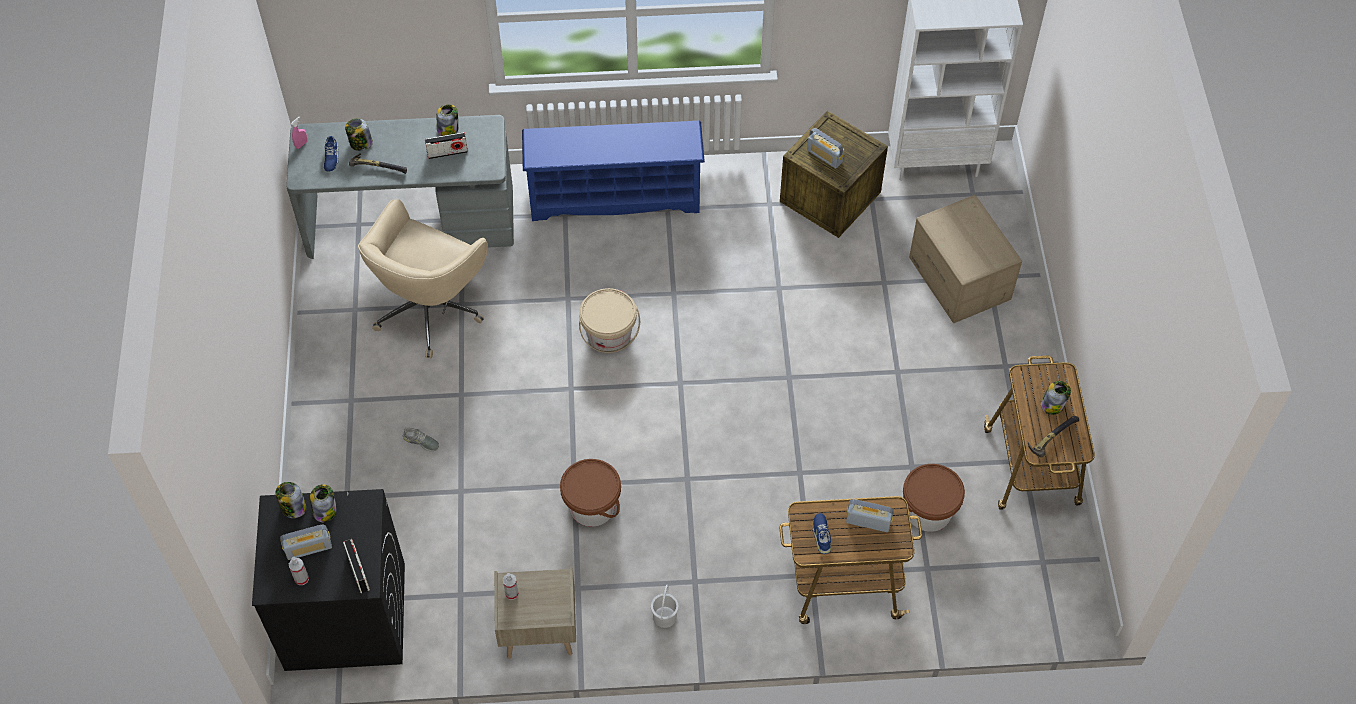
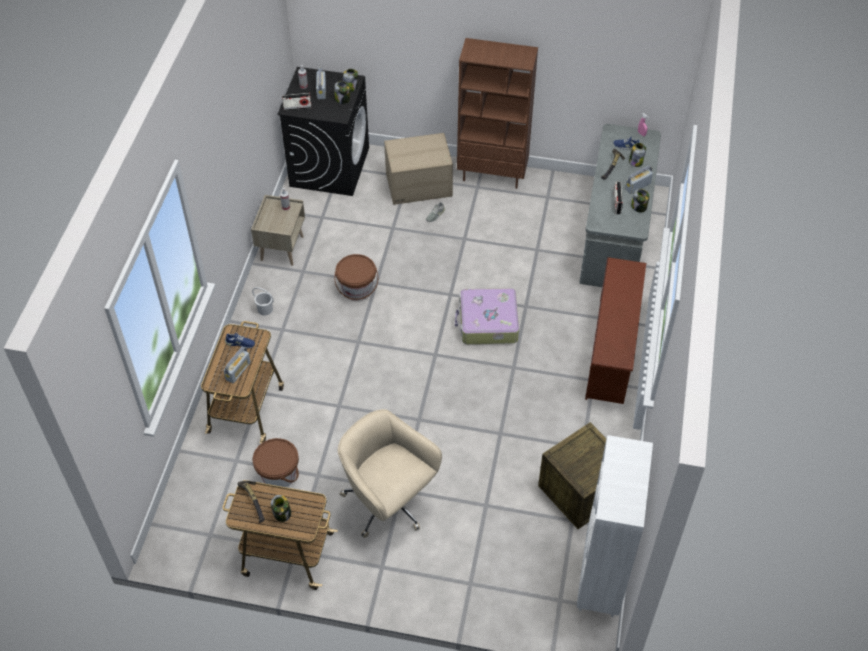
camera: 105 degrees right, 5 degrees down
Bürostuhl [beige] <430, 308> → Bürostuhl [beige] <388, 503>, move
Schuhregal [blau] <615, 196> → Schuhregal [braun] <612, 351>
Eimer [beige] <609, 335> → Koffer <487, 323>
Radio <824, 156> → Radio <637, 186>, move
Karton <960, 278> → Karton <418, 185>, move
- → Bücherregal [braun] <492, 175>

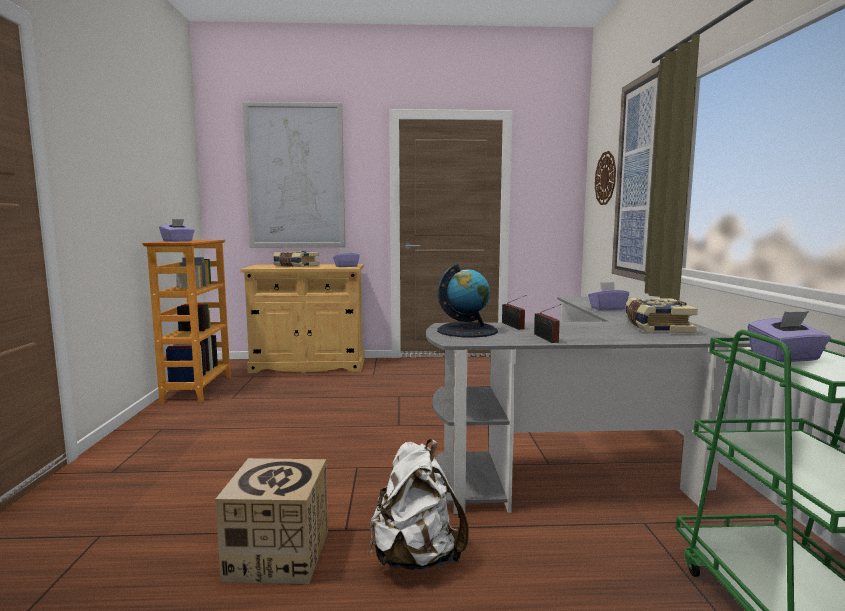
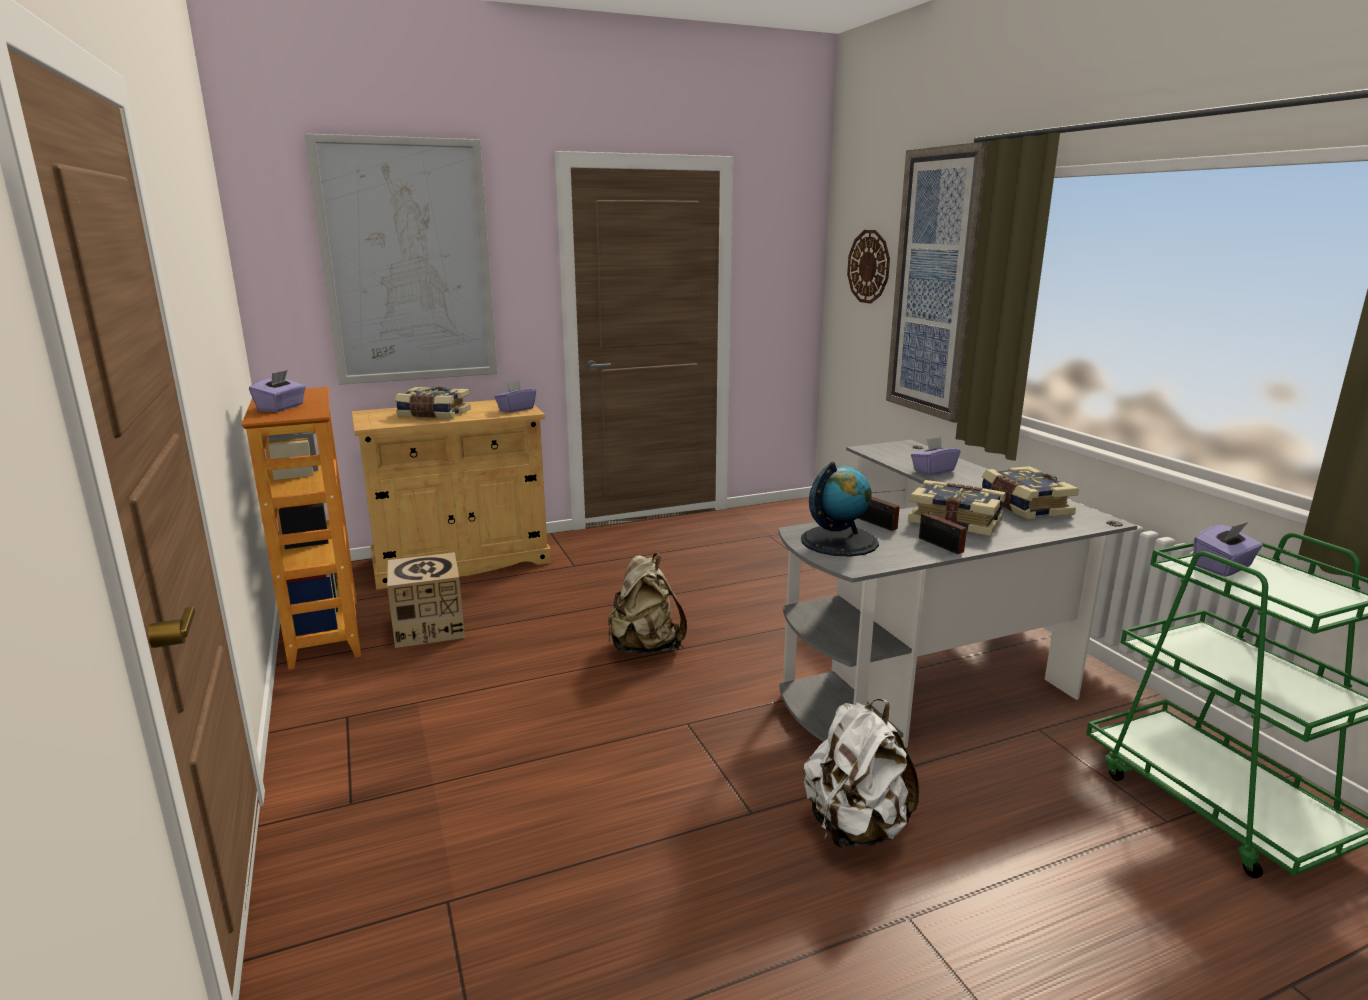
camera: 20 degrees left, 10 degrees up
Karton <278, 555> → Karton <429, 627>, move
- → Rucksack [beige] <645, 647>
- → Buch <955, 521>

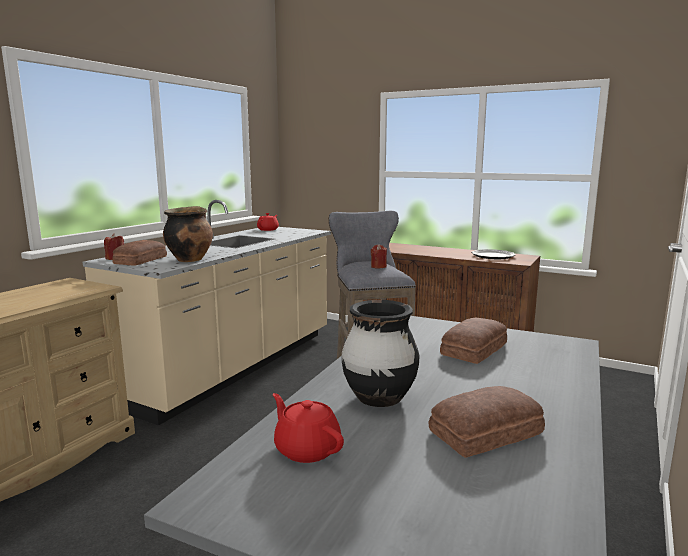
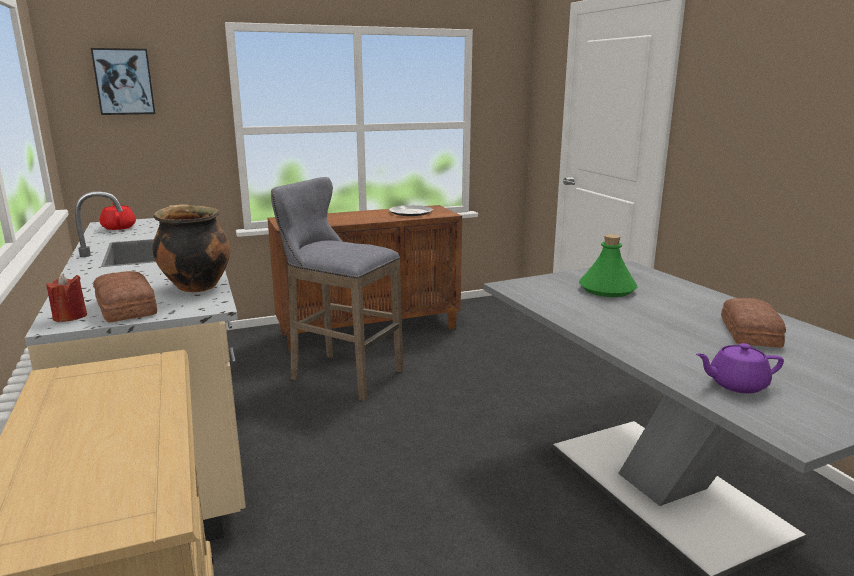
camera: 50 degrees left, 5 degrees up
Teekanne [rot] <307, 449> → Teekanne [lila] <736, 384>
Vase [schwarz] <379, 398> → -
Kerze [rot] <378, 266> → -
Brot <476, 349> → Flasche [grün] <607, 289>
- → Bild <124, 81>

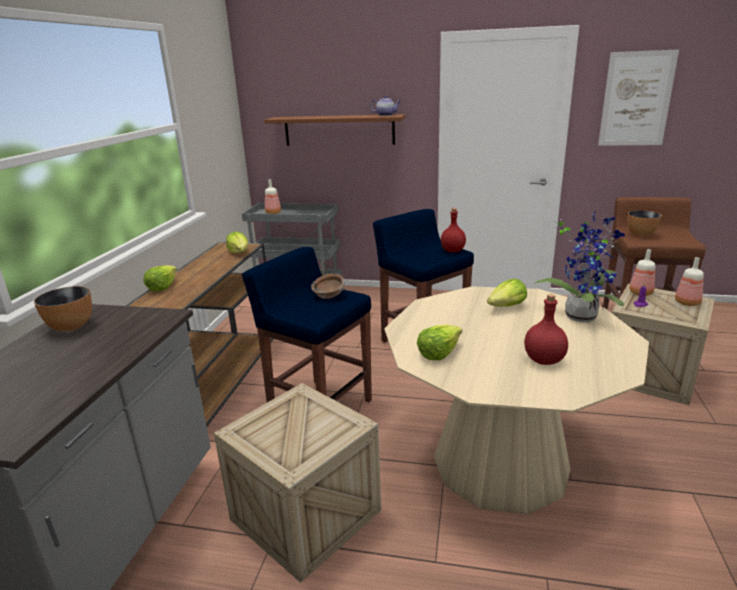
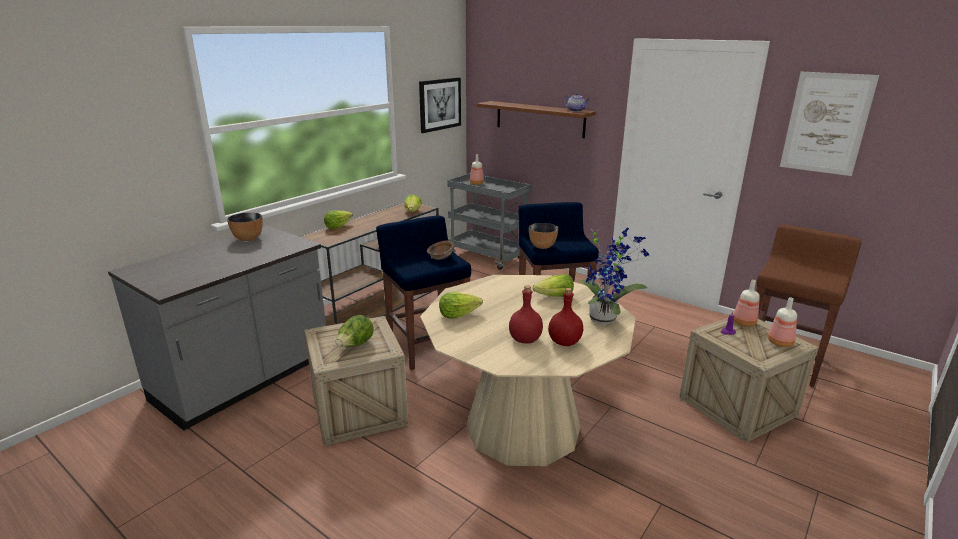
camera: 25 degrees right, 0 degrees up
Flasche [rot] <452, 251> → Flasche [rot] <564, 342>, move
Schüssel <640, 234> → Schüssel <542, 246>, move
- → Salatkopf <355, 345>
- → Bild <439, 104>

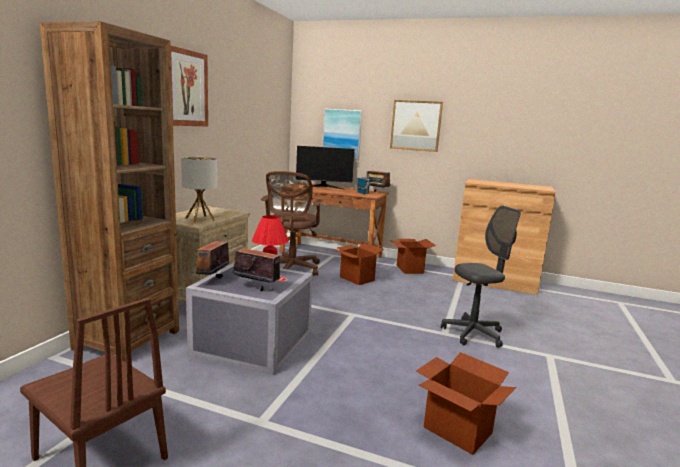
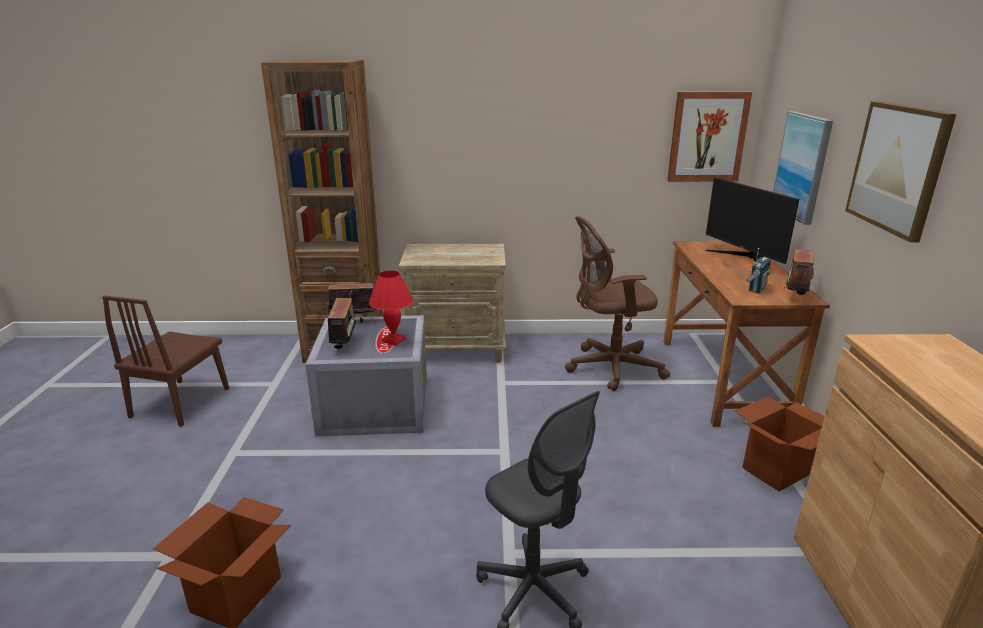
camera: 70 degrees right, 10 degrees up
Bild <185, 88> → Bild <707, 137>, move
Tischlampe <200, 219> → -
Karton <356, 279> → -

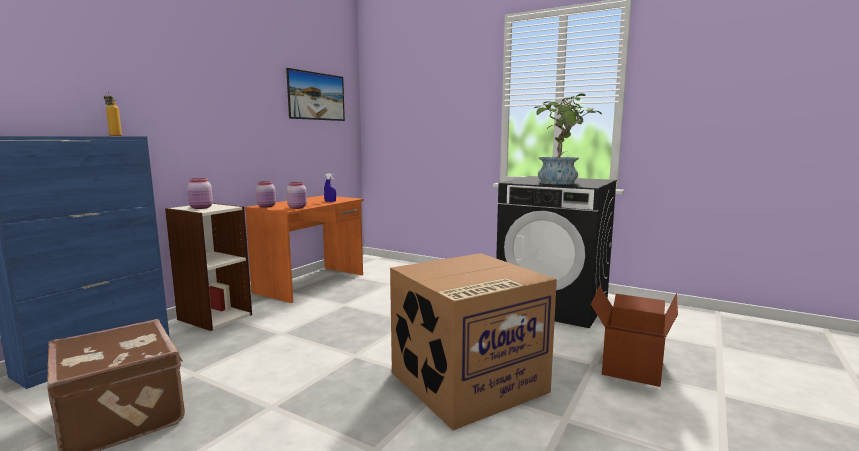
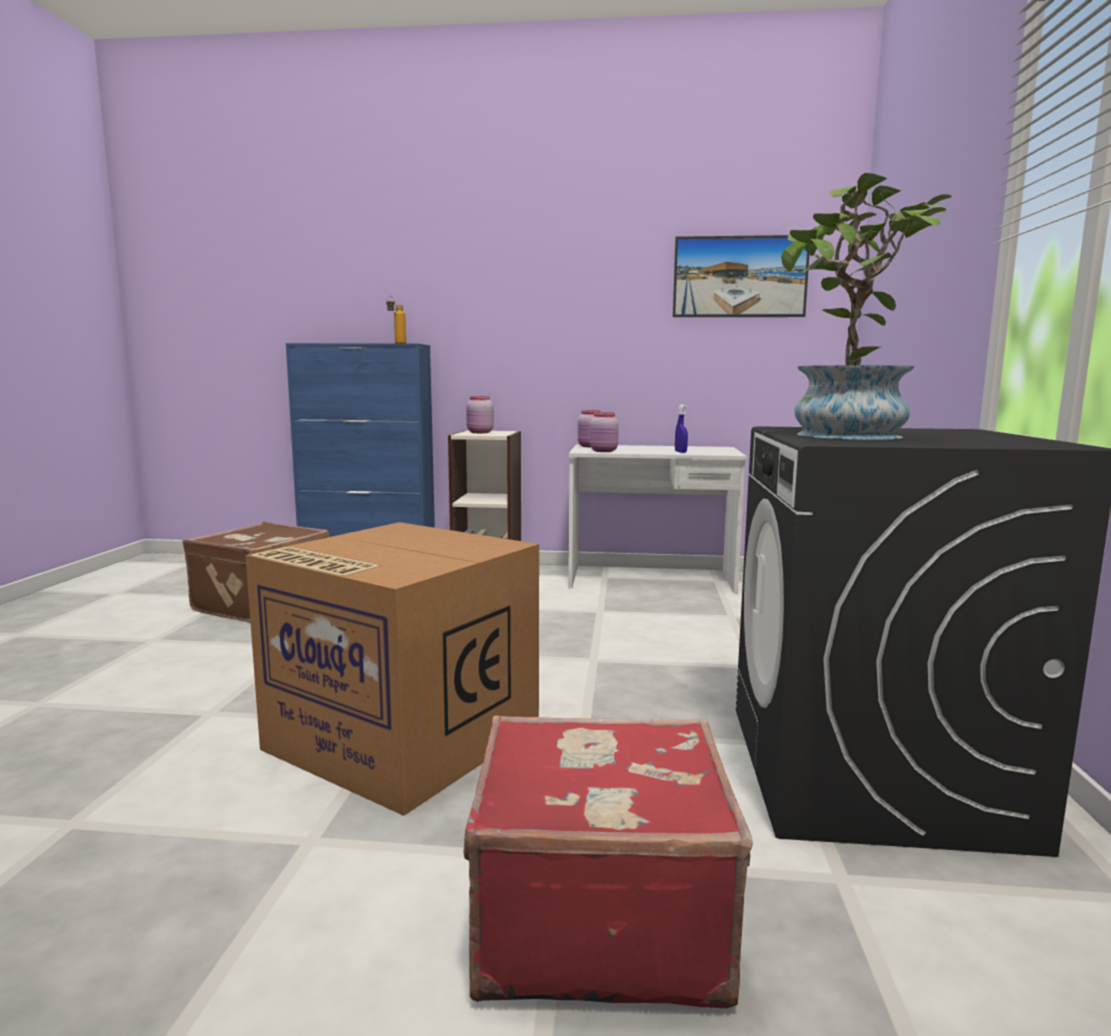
camera: 65 degrees right, 0 degrees up
Schreibtisch [orange] <312, 283> → Schreibtisch [weiß] <651, 579>
Karton <630, 366> → Koffer [rot] <597, 918>

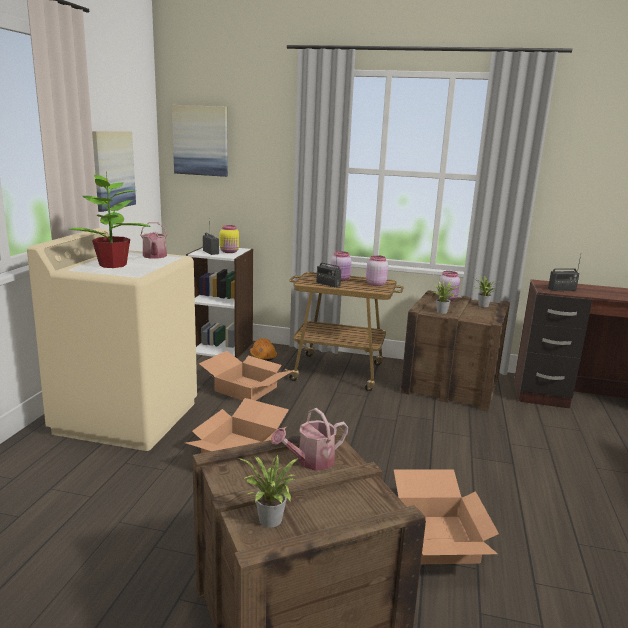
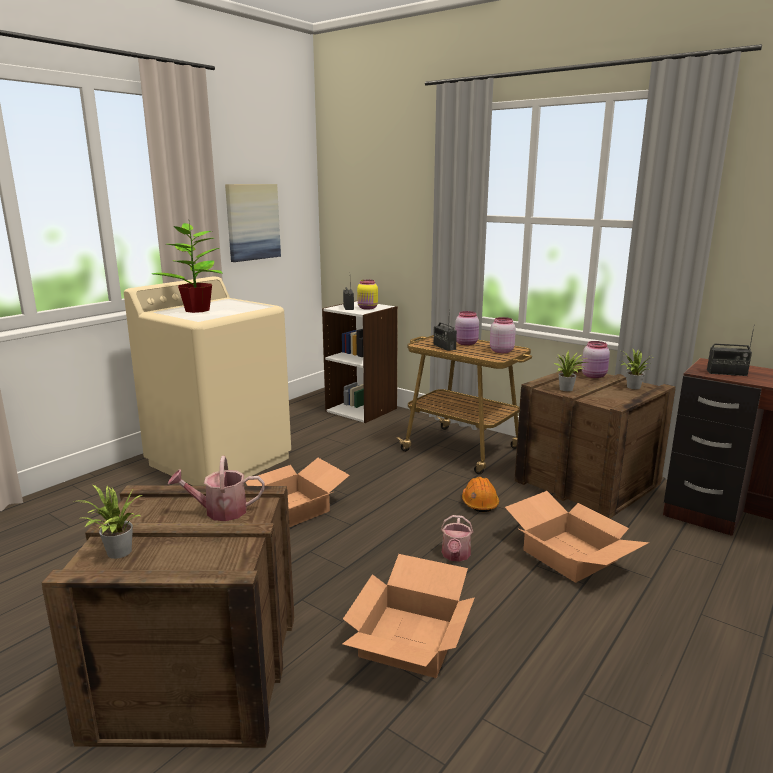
camera: 25 degrees right, 0 degrees up
Gießkanne <154, 256> → Gießkanne <455, 556>, move
Bild <201, 140> → -
Karton <245, 389> → Karton <568, 555>, move
Schutzhelm [orange] <263, 356> → Schutzhelm [orange] <479, 503>, move

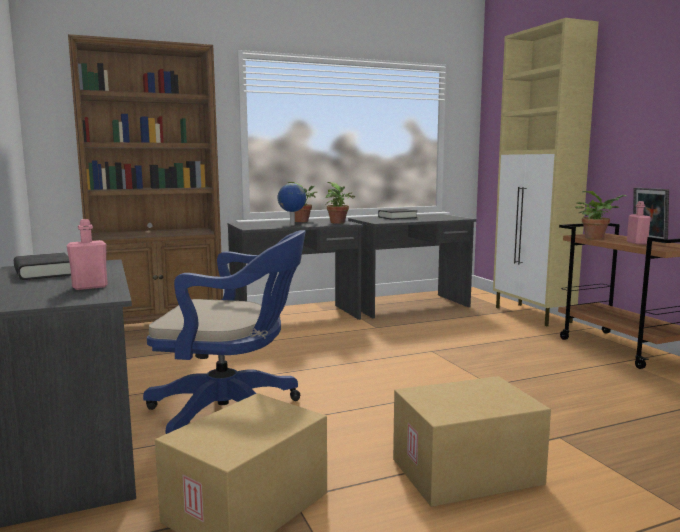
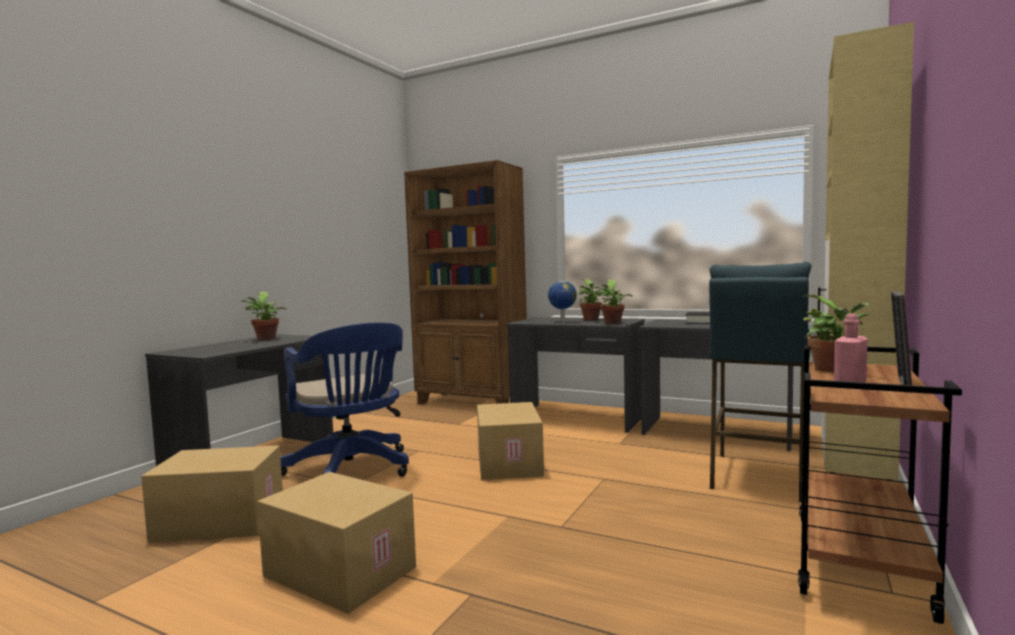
camera: 50 degrees right, 5 degrees down
Buch [schwarz] <43, 272> → Topfpflanze <266, 339>
Flasche [rosa] <90, 287> → -
- → Karton <510, 463>
- → Hocker [blau] <757, 476>

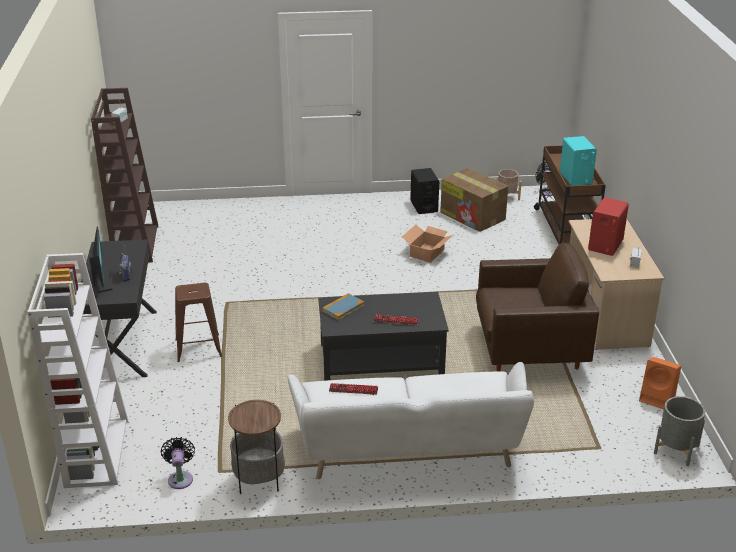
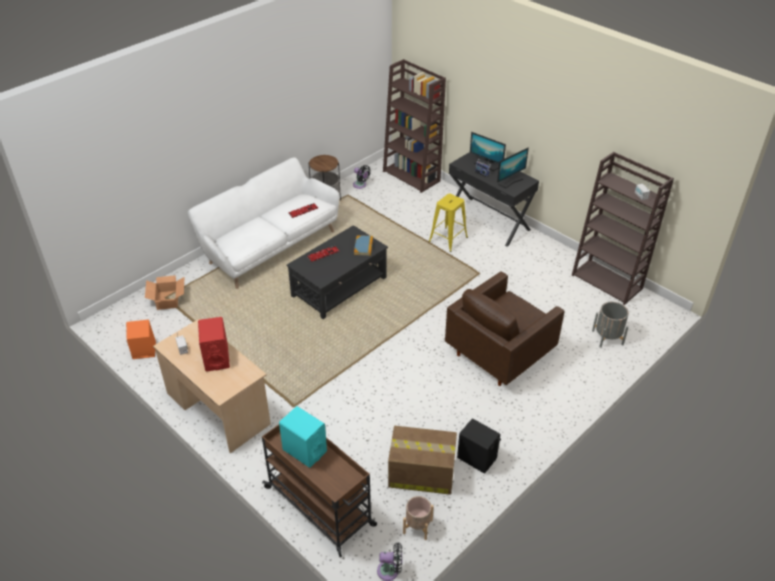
camera: 140 degrees right, 10 degrees up
Bücherregal [weiß] <96, 452> → Bücherregal [braun] <412, 176>
Hocker [braun] <198, 348> → Hocker [gelb] <448, 239>
Karton <427, 253> → Karton <167, 300>, move
Sessel [braun] <529, 350> → Sessel [braun] <500, 353>, move
Pflanzkübel [grau] <676, 449> → Pflanzkübel [grau] <607, 337>, move
- → Monitor <510, 181>

